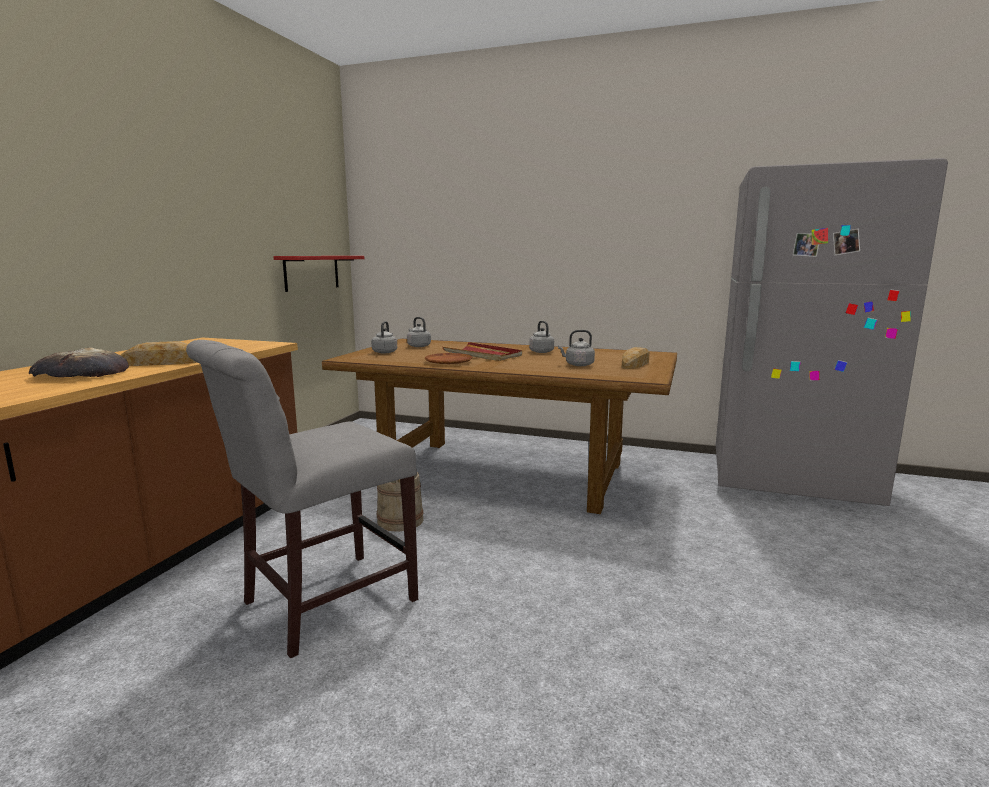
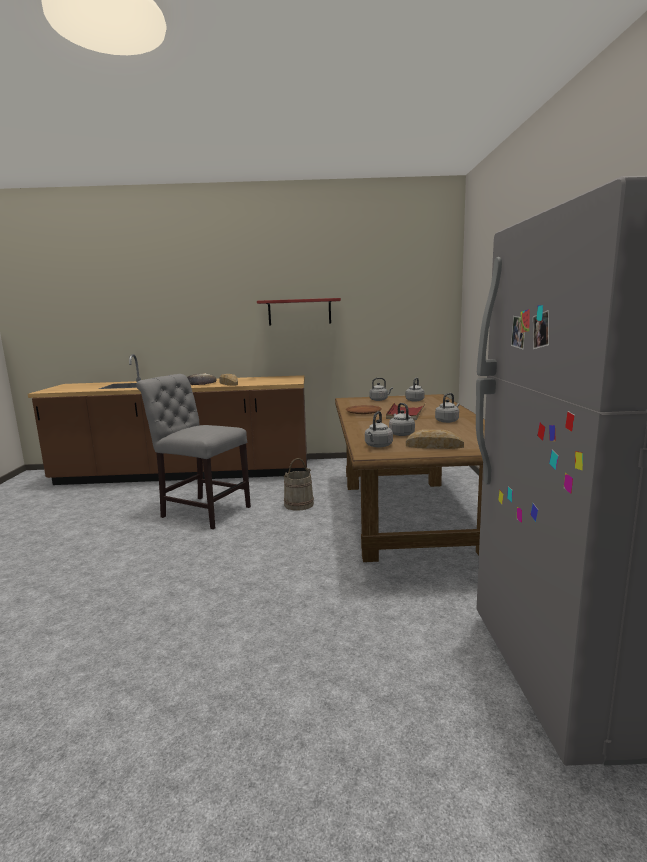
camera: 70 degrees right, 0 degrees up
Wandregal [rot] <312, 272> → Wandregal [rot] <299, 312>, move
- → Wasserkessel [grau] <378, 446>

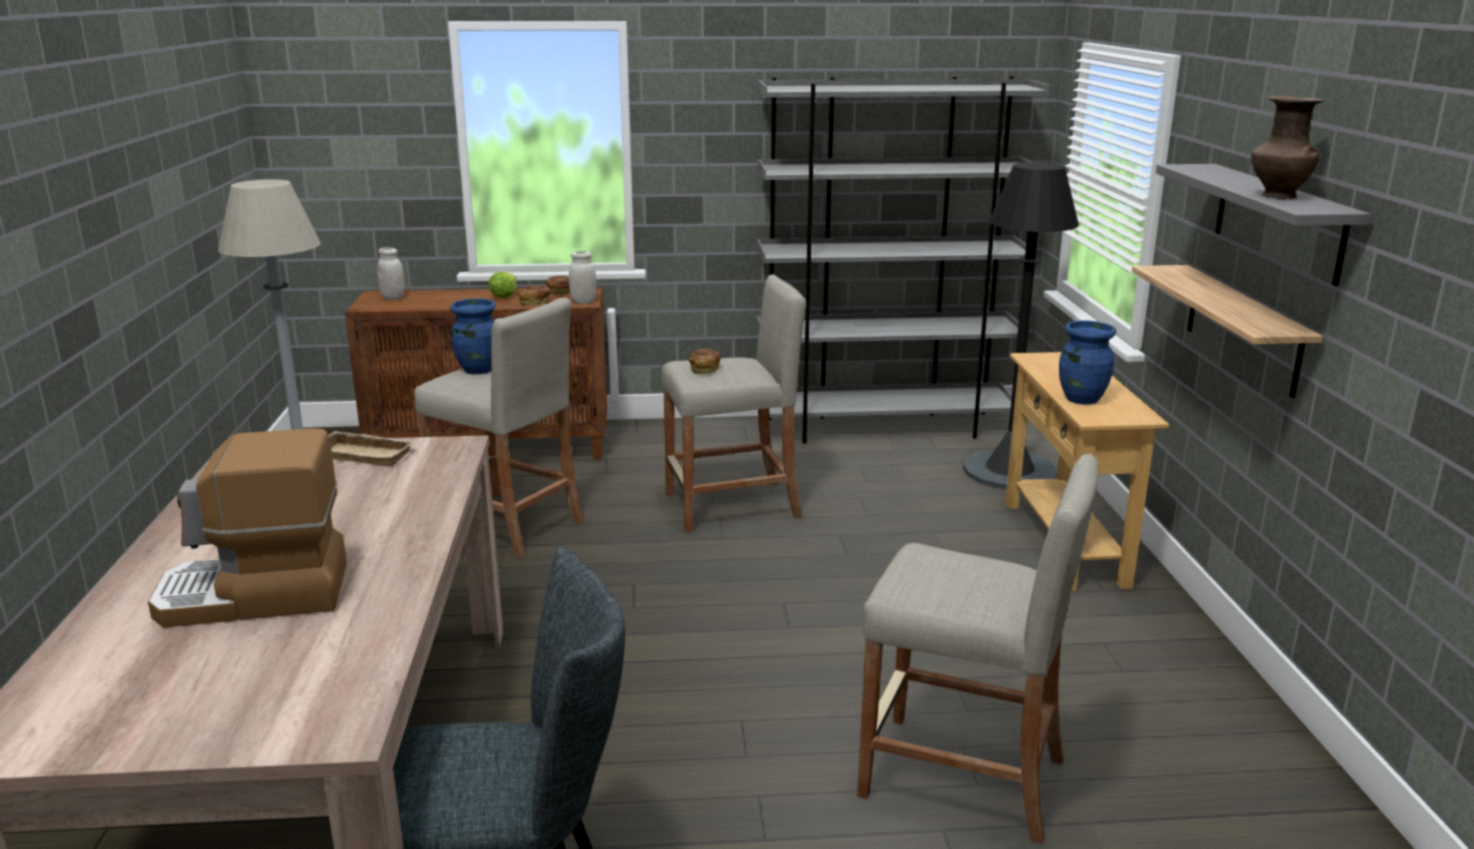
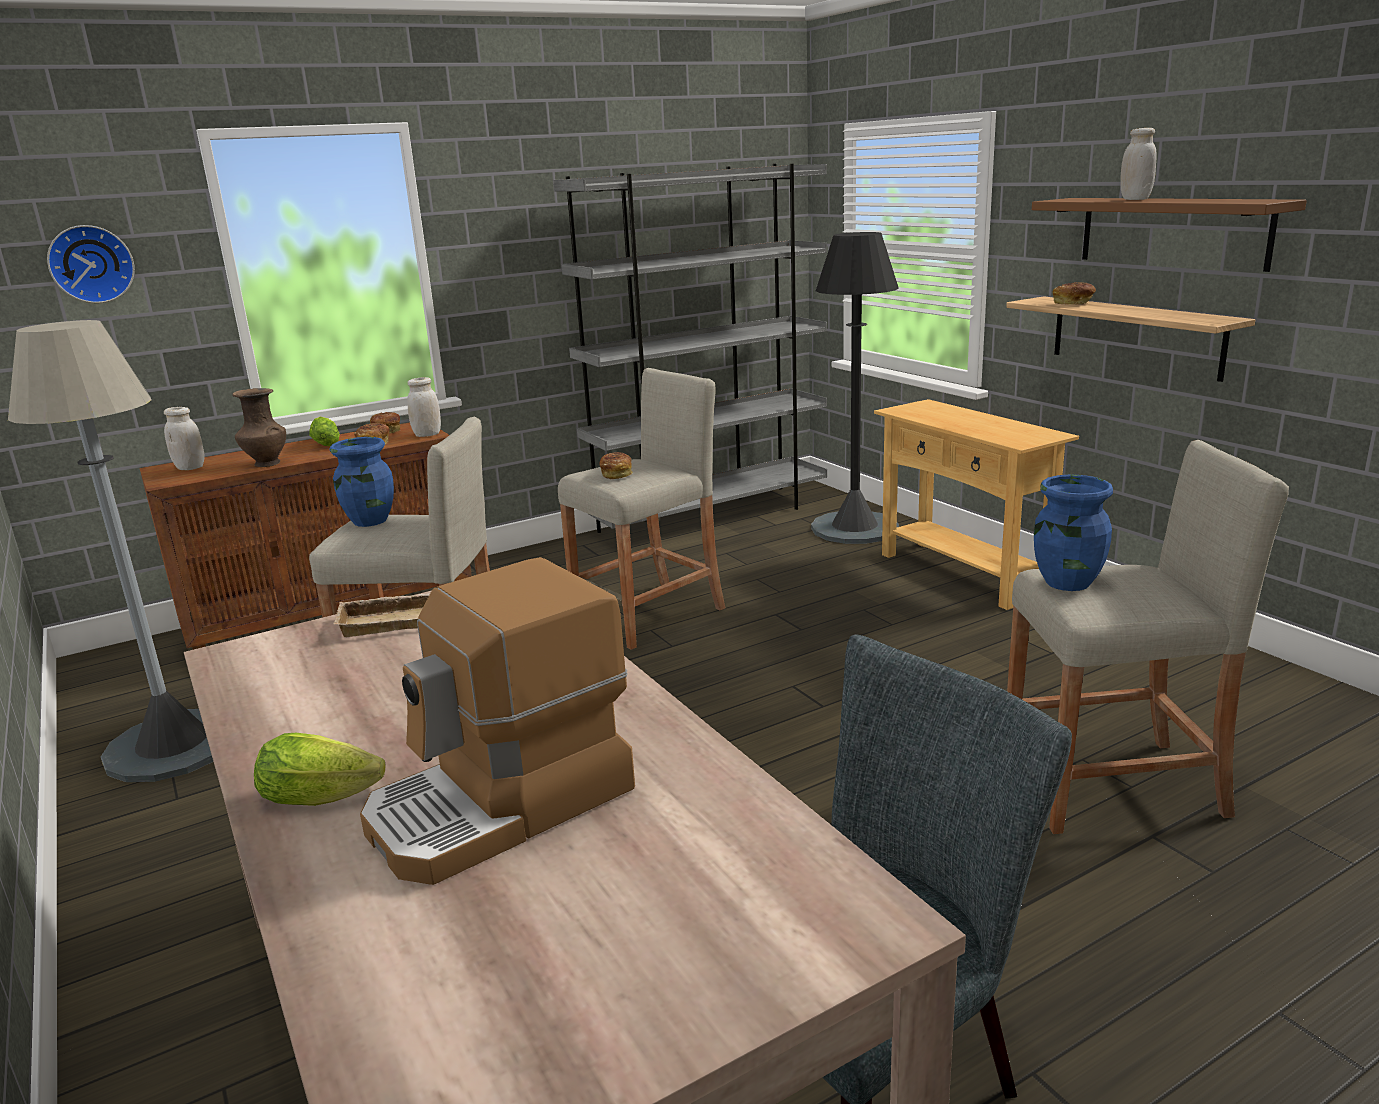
camera: 25 degrees left, 0 degrees up
Vase [blau] <1082, 399> → Vase [blau] <1066, 582>, move
Wandregal [grau] <1278, 221> → Wandregal [braun] <1172, 232>
Vase [braun] <1277, 196> → Vase [braun] <266, 464>, move
- → Wanduhr <91, 264>
- → Salatkopf <327, 796>
- → Brot <1073, 304>
- → Vorratsglas [weiß] <1135, 199>

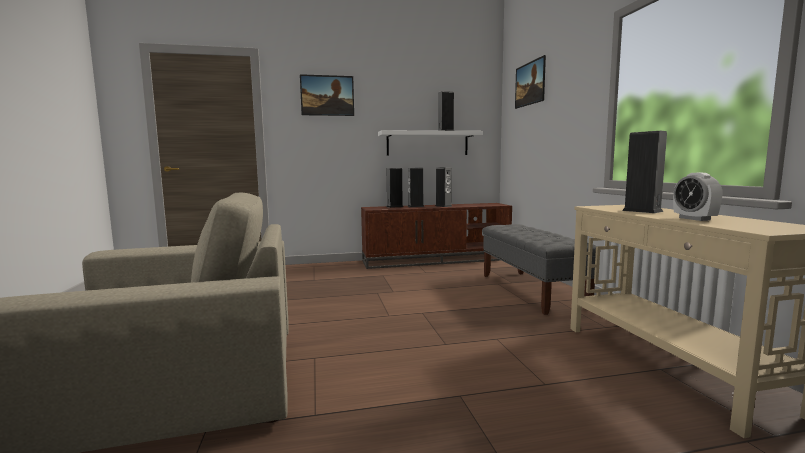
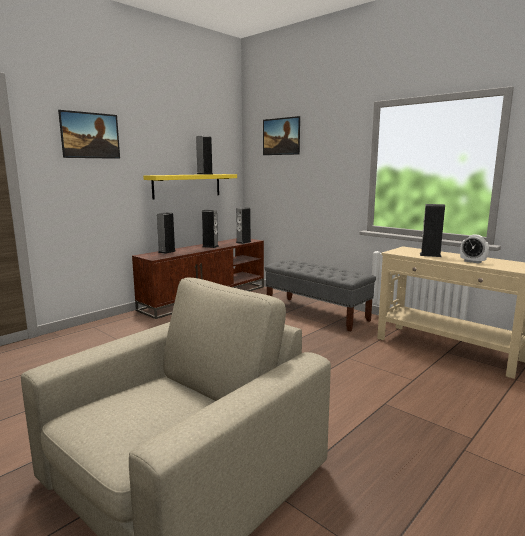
camera: 35 degrees left, 5 degrees up
Wandregal [weiß] <427, 143> → Wandregal [gelb] <187, 186>
Lautsprecher <415, 206> → Lautsprecher <243, 242>, move

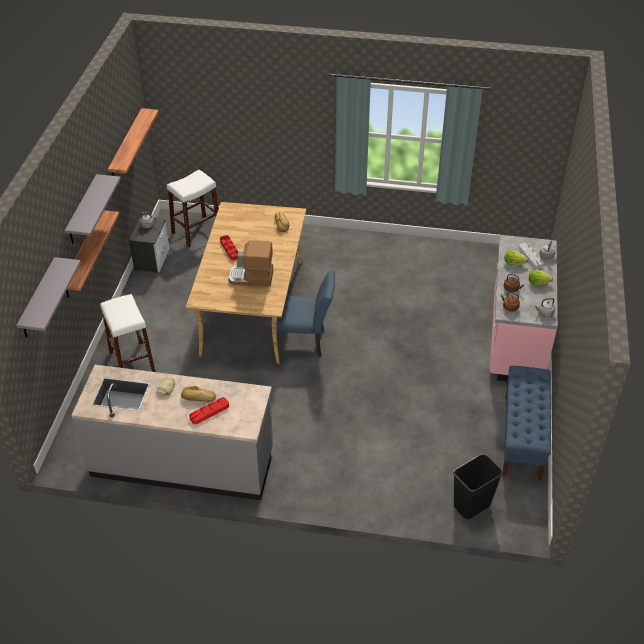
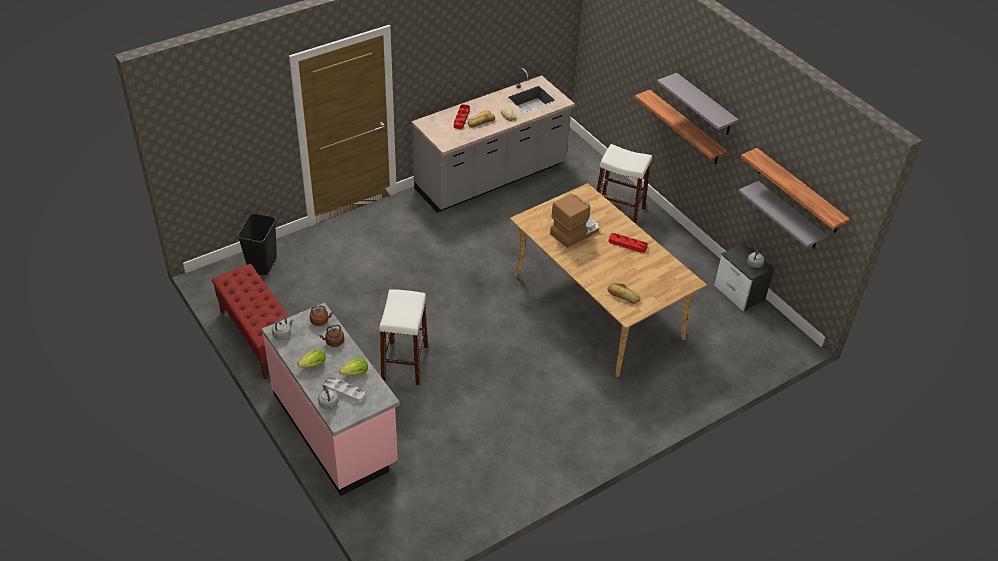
camera: 135 degrees right, 0 degrees up
Wandregal [grau] <38, 299> → Wandregal [grau] <789, 216>, move
Hocker [weiß] <196, 232> → Hocker [weiß] <404, 363>, move
Stuhl [blau] <304, 342> → -
Bank [blau] <522, 437> → Bank [rot] <259, 336>

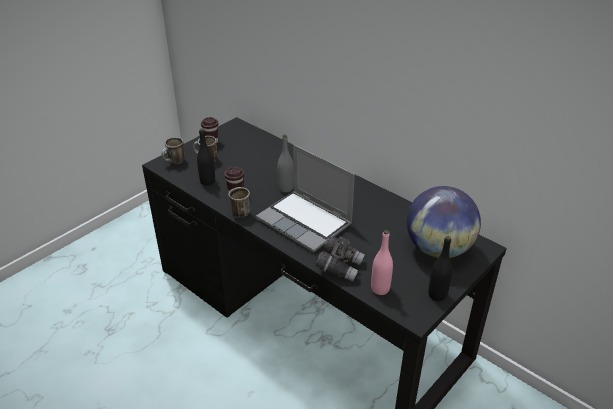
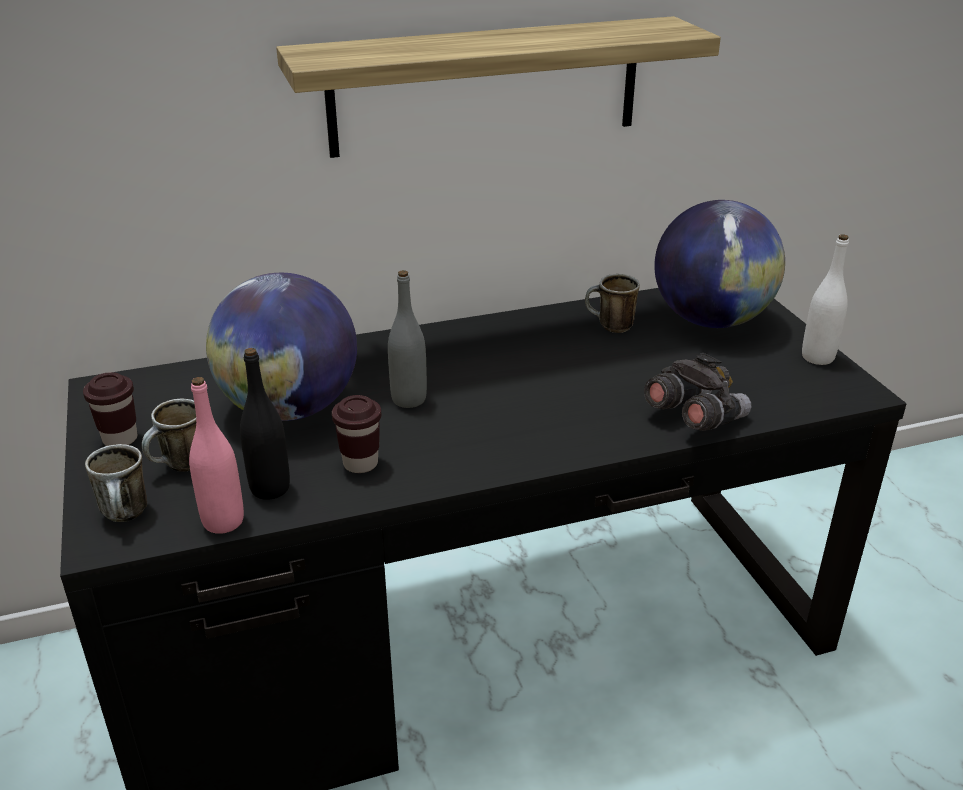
camera: 60 degrees left, 5 degrees down
Henkelbecher <239, 212> → Henkelbecher <609, 327>, move
Laptop <306, 222> → -
Flasche [rosa] <380, 289> → Flasche [rosa] <223, 521>, move
Flasche [schwarz] <437, 295> → Flasche [weiß] <817, 357>
- → Globus <290, 408>
- → Wandregal <486, 86>

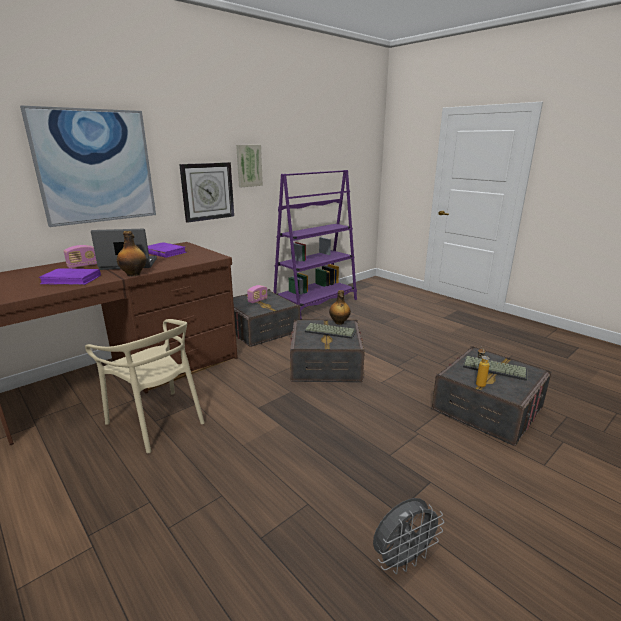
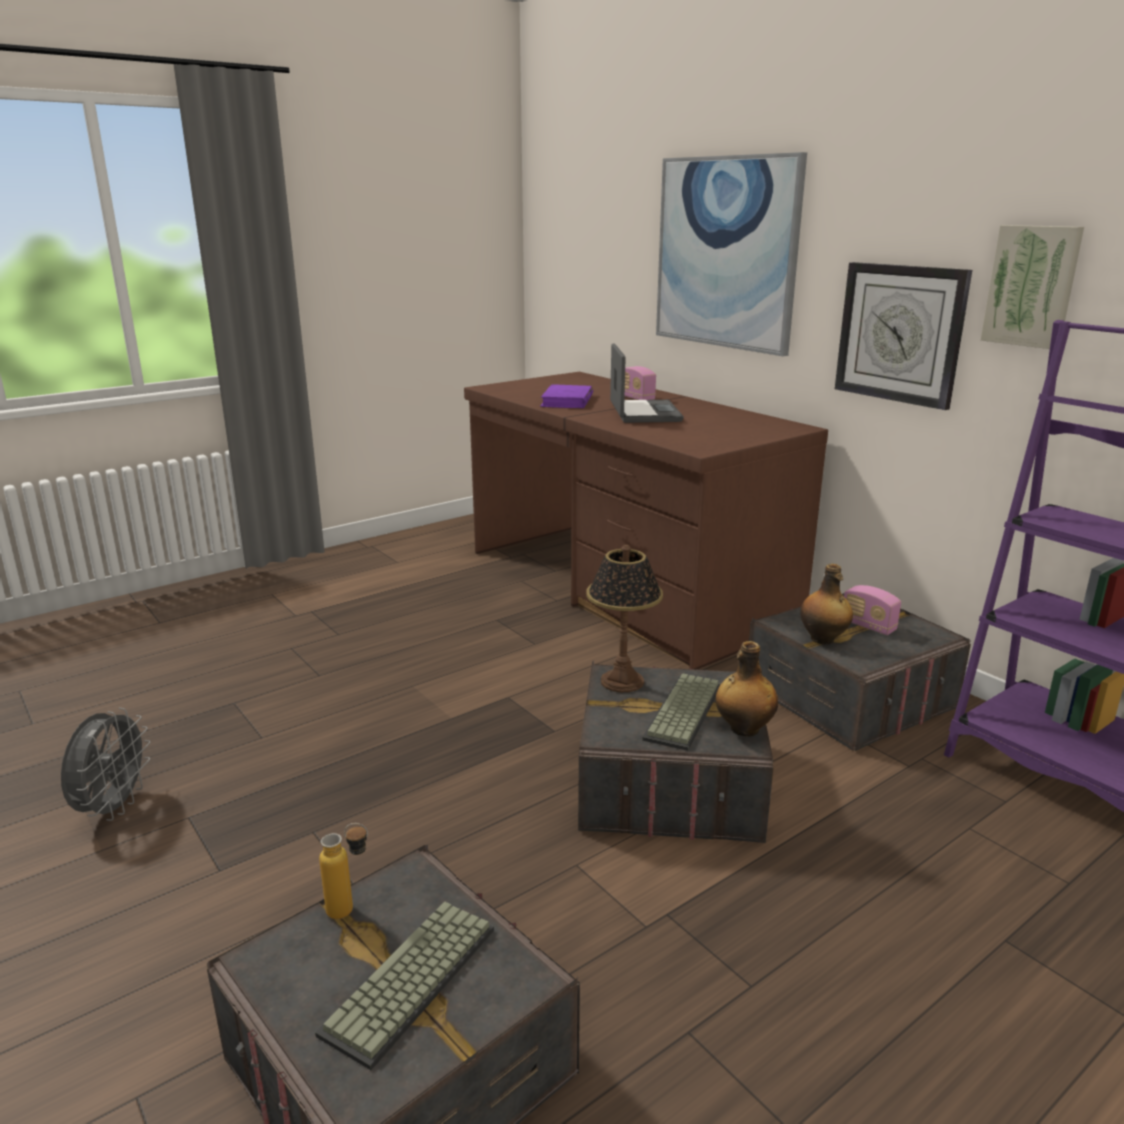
camera: 95 degrees right, 0 degrees up
Stuhl [beige] <157, 421> → -
Flasche <134, 274> → Flasche <823, 639>, move
Buch [lila] <164, 252> → -
Ventilator [grau] <402, 559> → Ventilator [grau] <113, 807>, 150 degrees counterclockwise
- → Tischlampe <622, 681>

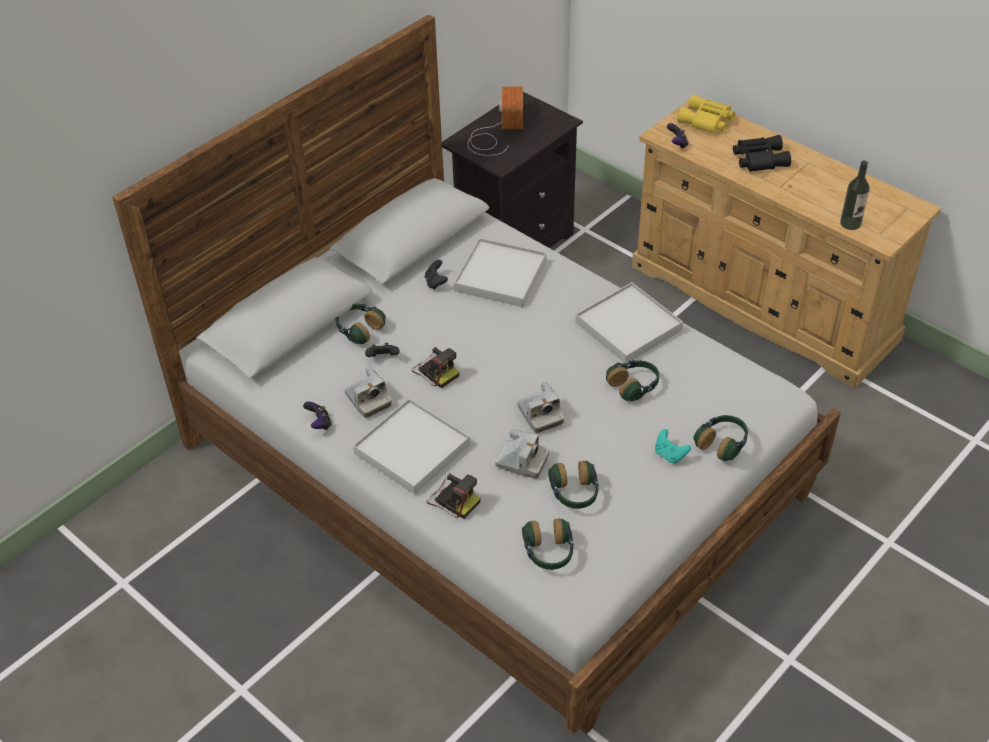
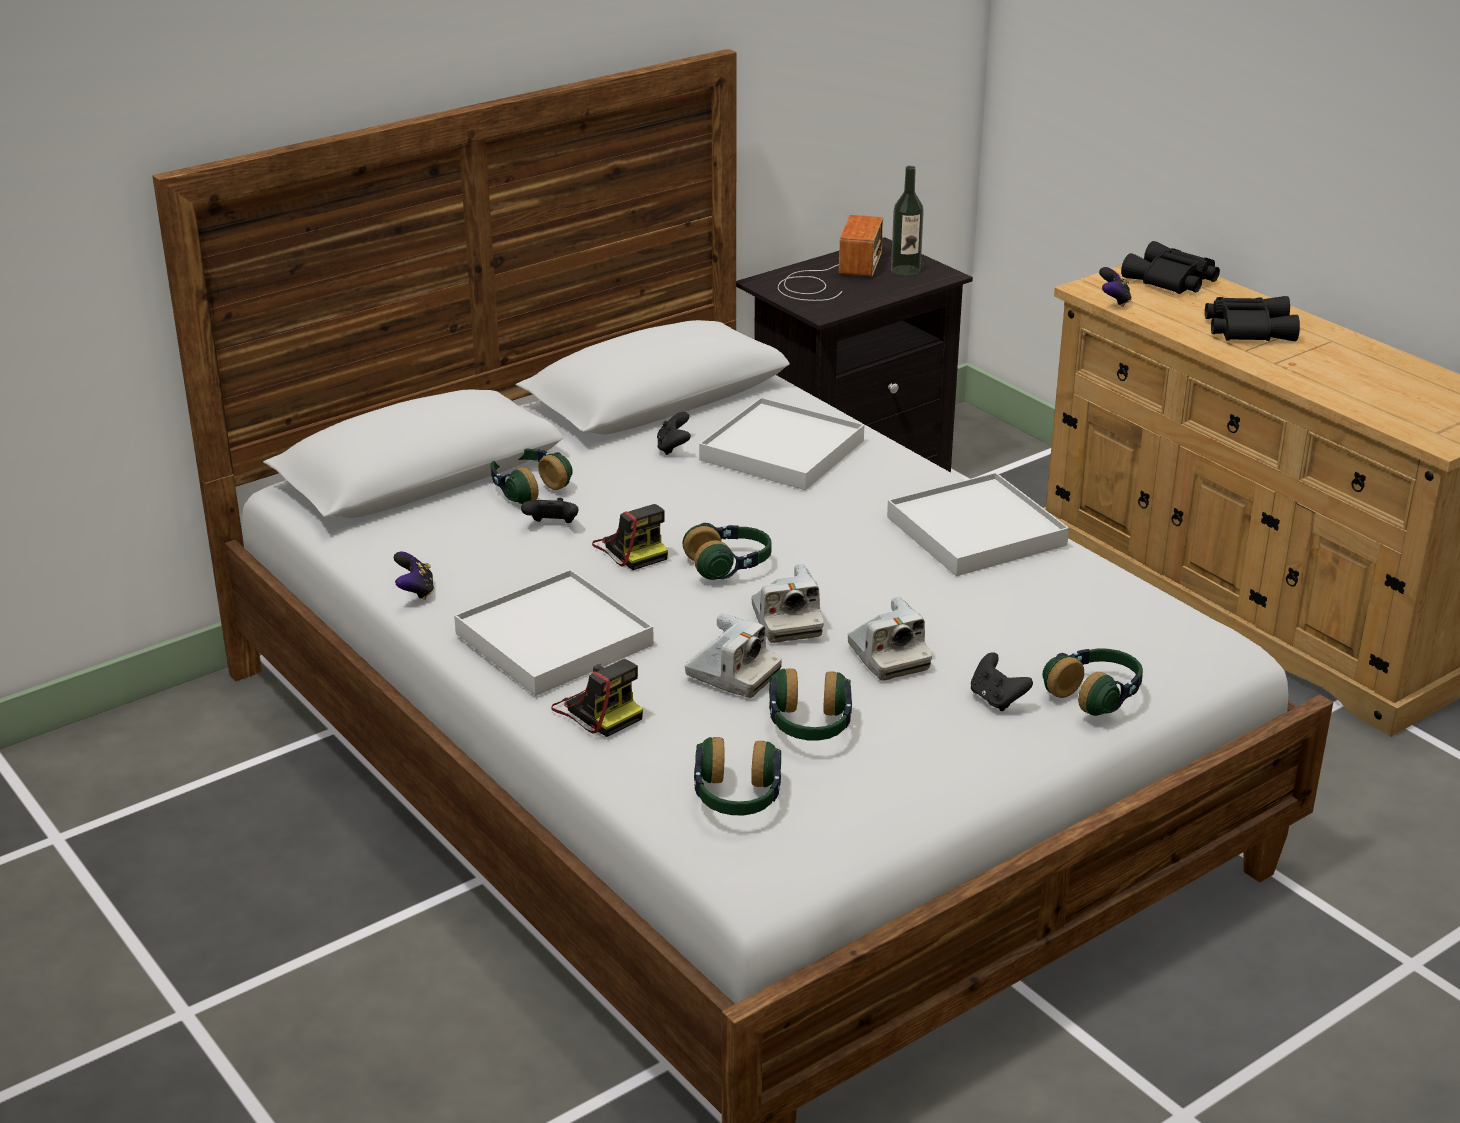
camera: 10 degrees right, 15 degrees down
Kamera <368, 400> → Kamera <888, 657>, move
Kopfhörer <634, 386> → Kopfhörer <729, 566>, move
Gamepad [türkis] <669, 455> → Gamepad [schwarz] <996, 699>
Fernglas [gelb] <706, 121> → Fernglas [schwarz] <1171, 281>
Flasche <850, 223> → Flasche <905, 270>, move

